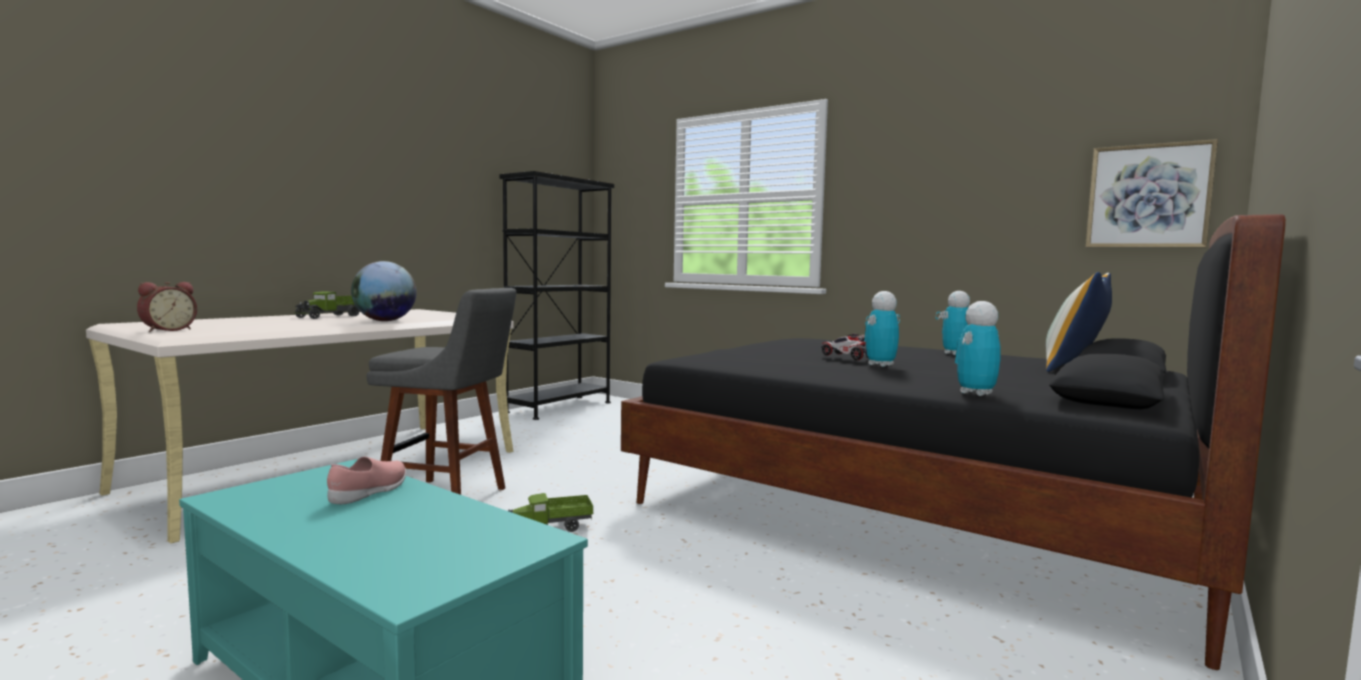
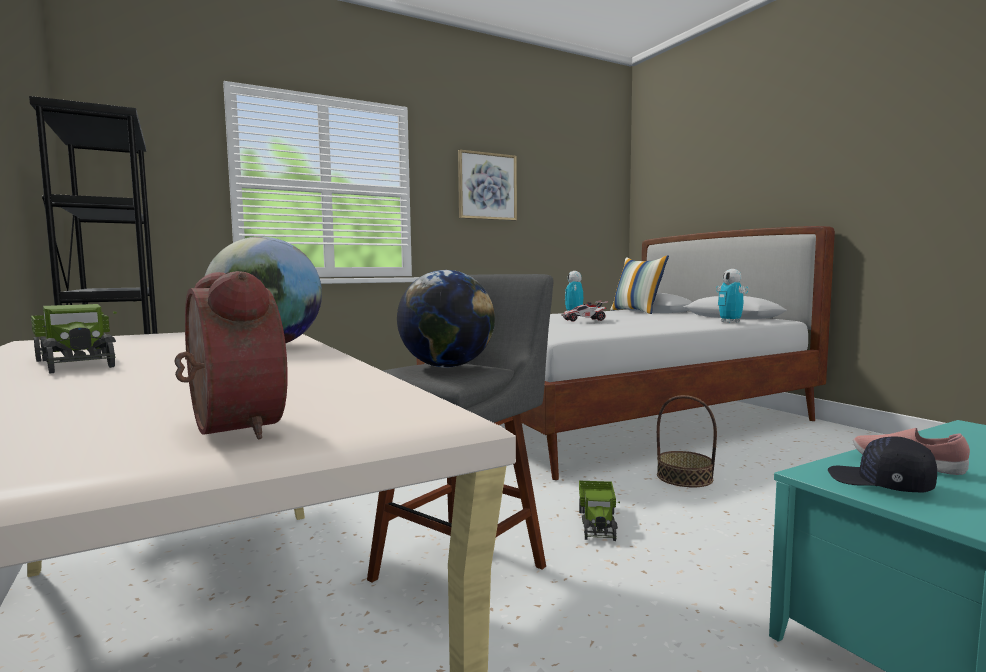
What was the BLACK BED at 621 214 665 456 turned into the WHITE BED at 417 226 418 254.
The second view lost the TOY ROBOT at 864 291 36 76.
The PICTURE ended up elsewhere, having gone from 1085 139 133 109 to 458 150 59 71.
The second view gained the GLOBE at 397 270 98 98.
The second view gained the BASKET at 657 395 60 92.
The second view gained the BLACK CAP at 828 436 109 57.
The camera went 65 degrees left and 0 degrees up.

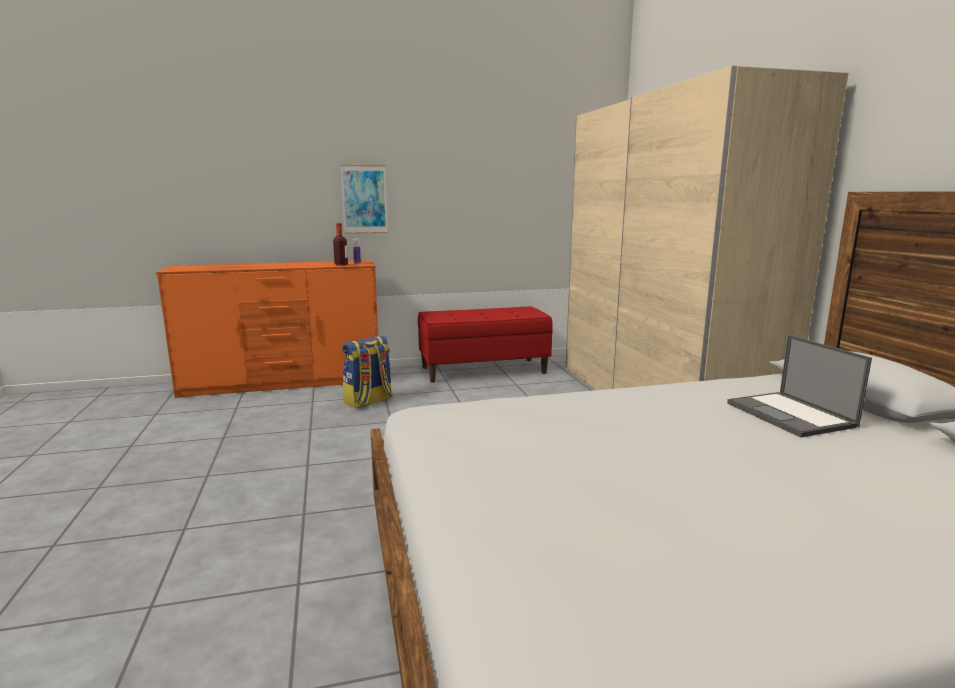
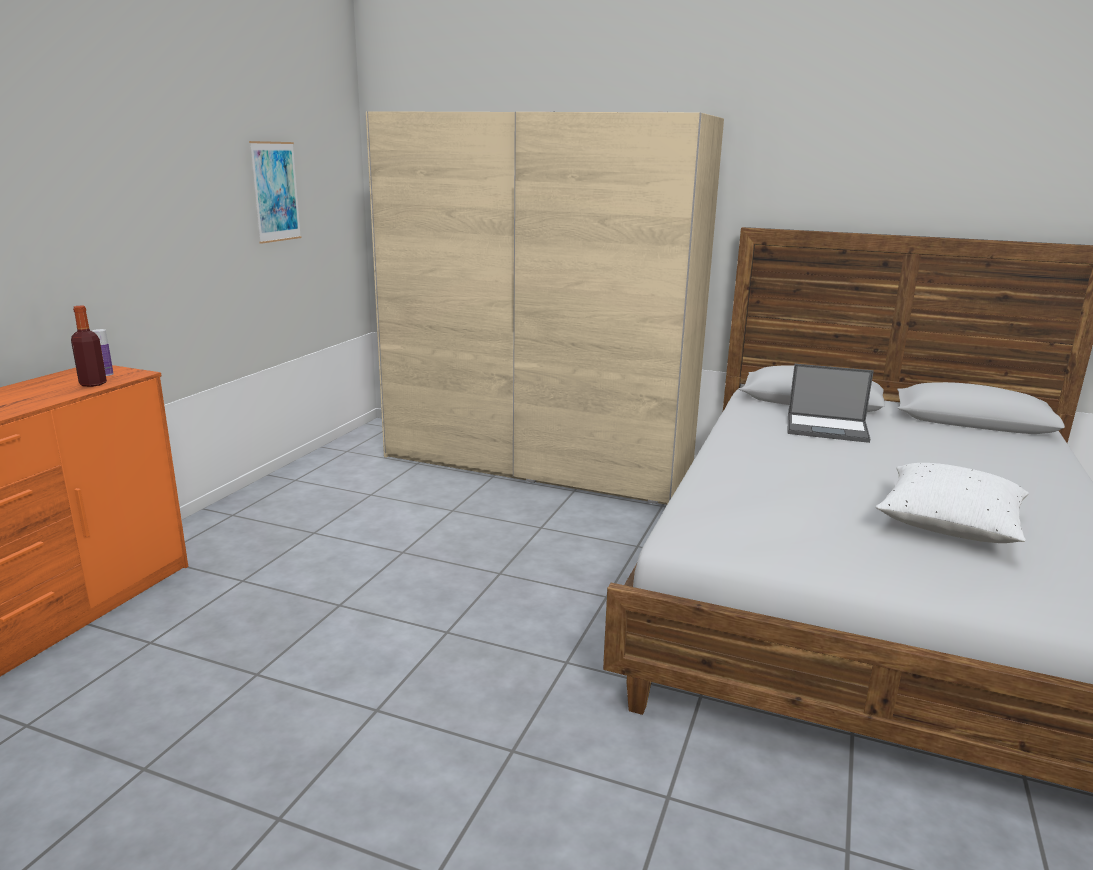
The PICTURE ended up elsewhere, having gone from 340 165 48 69 to 249 141 53 103.
The second view lost the BACKPACK at 342 336 50 72.
The second view lost the RED BENCH at 418 306 135 77.
The second view gained the WHITE PILLOW at 876 463 153 80.
The camera went 55 degrees left and 5 degrees up.

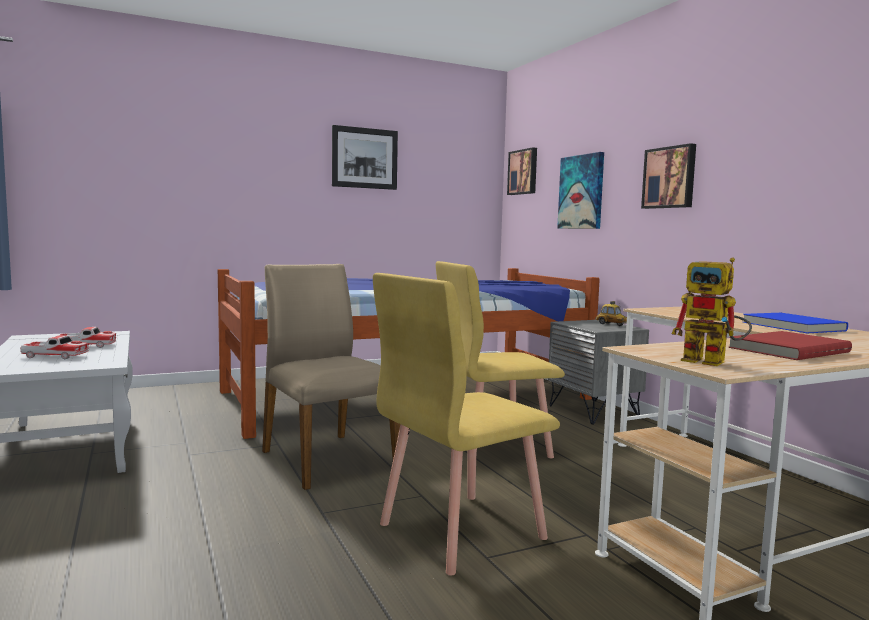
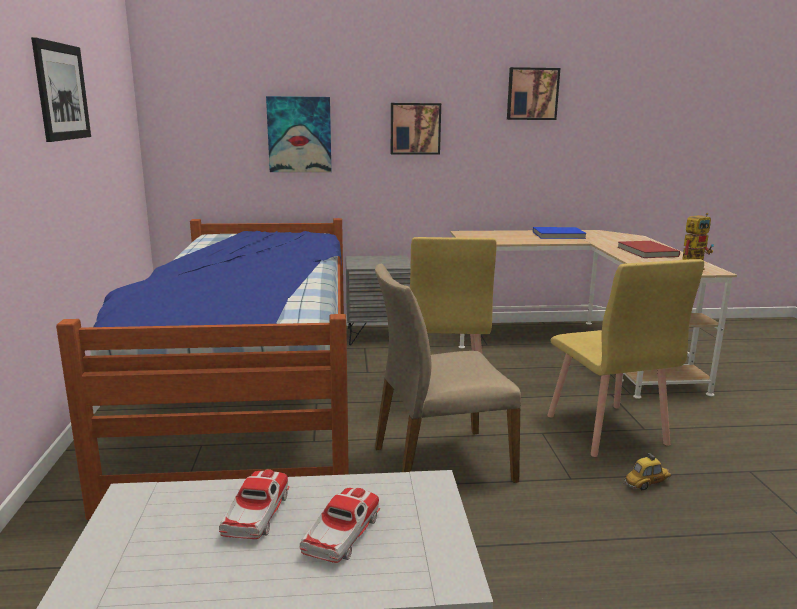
The PICTURE ended up elsewhere, having gone from 507 147 30 48 to 507 67 53 53.
The TOY CAR ended up elsewhere, having gone from 595 301 32 25 to 623 453 48 38.
The camera went 70 degrees left and 10 degrees up.

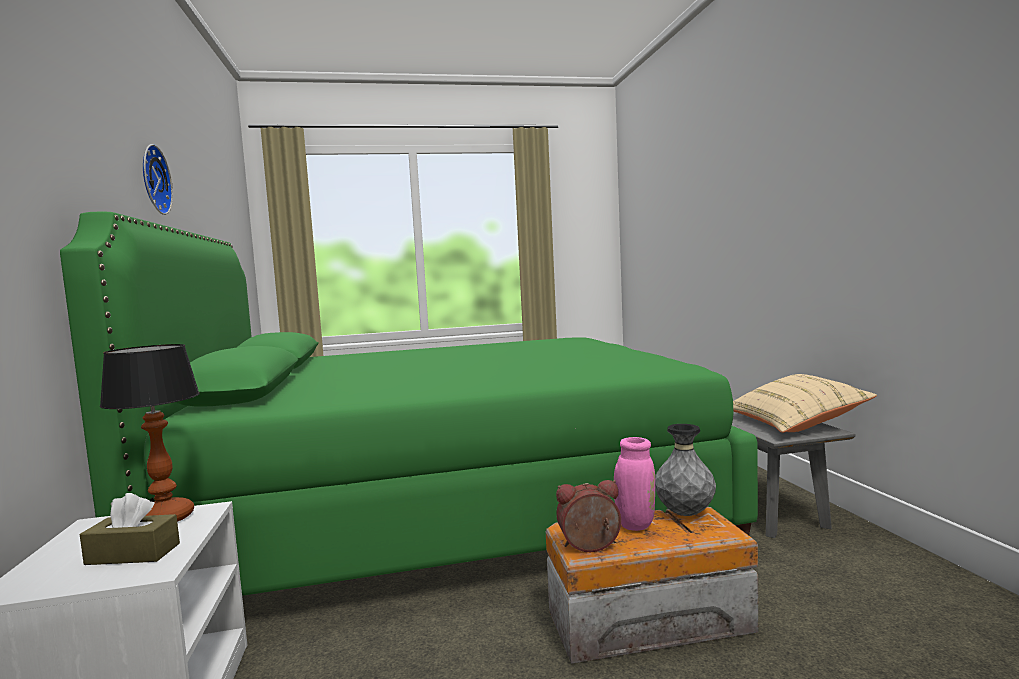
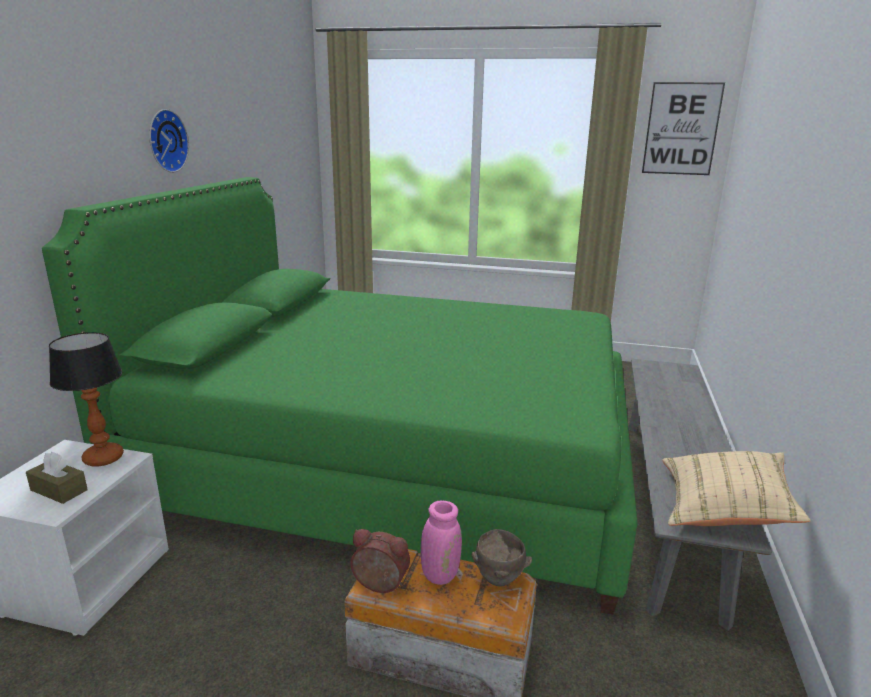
Where the GREY VASE stood at 655 424 61 92, the BROWN BOWL came to stand at 472 529 60 58.
The second view gained the PICTURE at 642 82 83 93.
The camera went 25 degrees right and 15 degrees up.

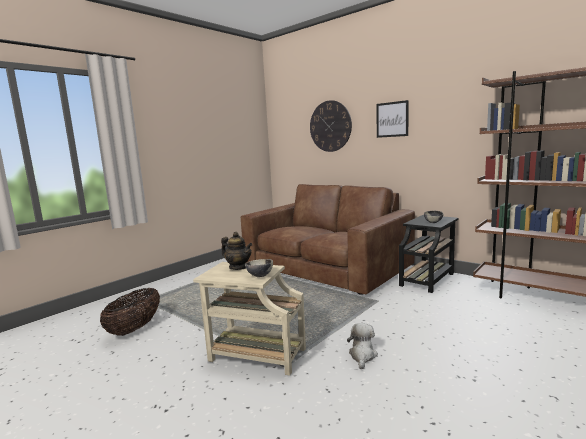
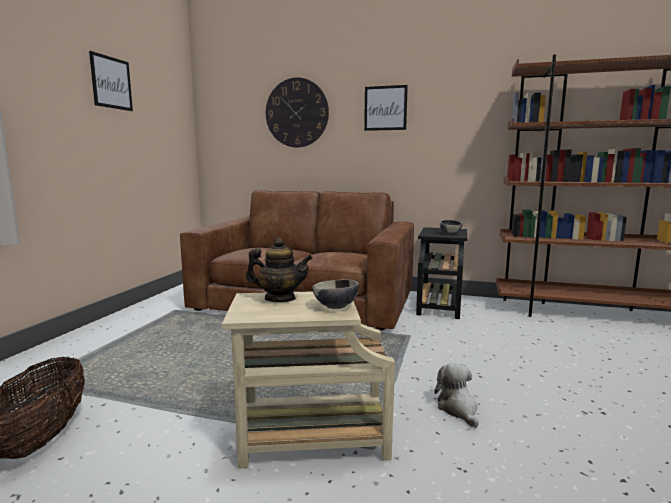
The second view gained the PICTURE at 89 51 44 60.
The camera went 25 degrees left and 0 degrees up.

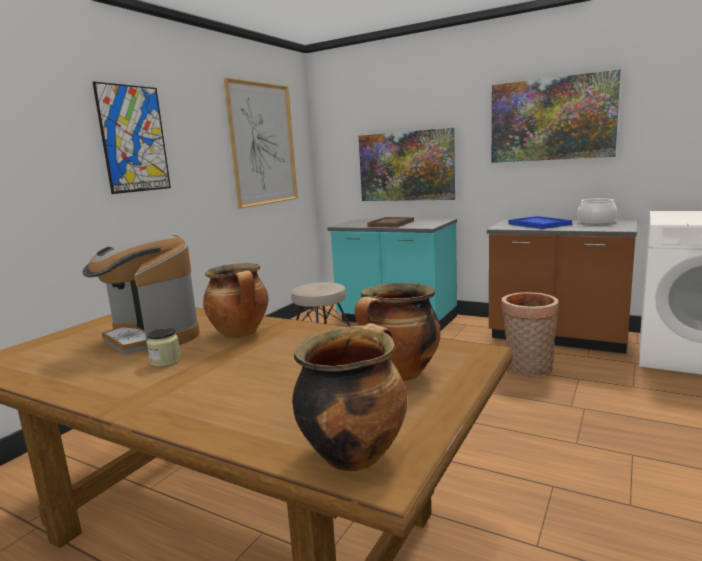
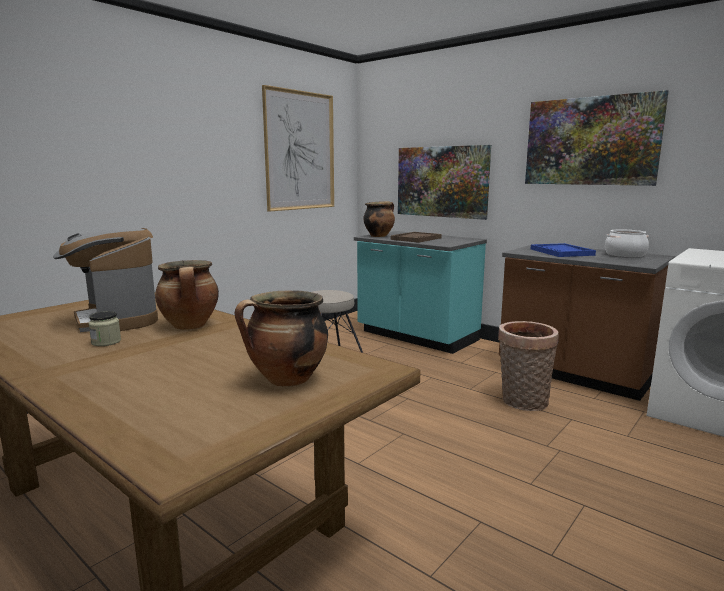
The second view lost the PICTURE at 92 82 79 112.
The COOKING POT ended up elsewhere, having gone from 292 323 115 148 to 364 201 31 36.
The camera went 10 degrees right and 0 degrees up.

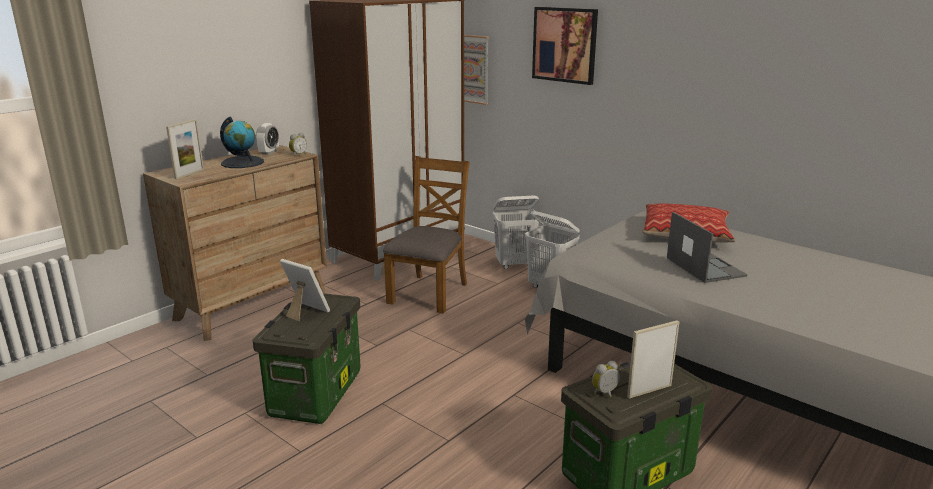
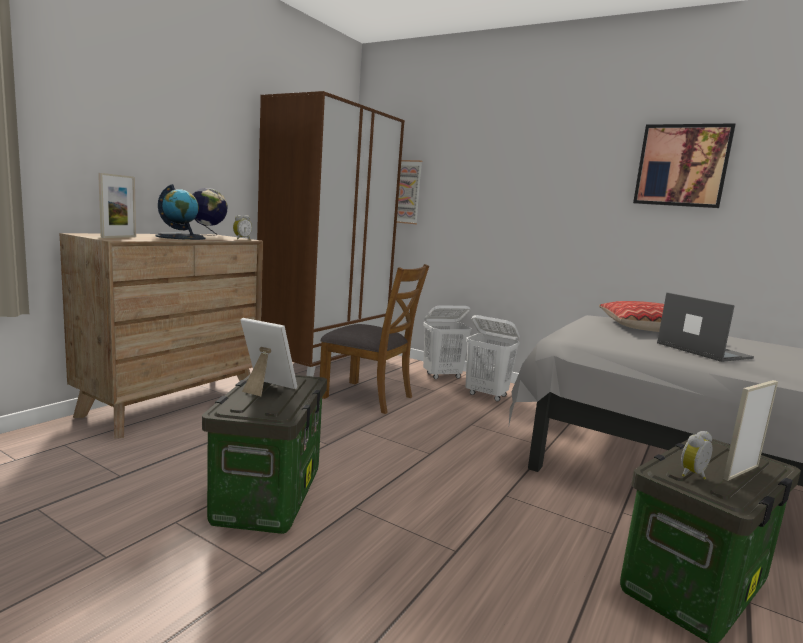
Where the ALARM CLOCK stood at 256 123 23 32, the GLOBE came to stand at 192 188 36 48.
The BROWN CHAIR at 383 156 87 158 ended up facing another way, 105 degrees clockwise from before.
The PICTURE ended up elsewhere, having gone from 532 7 66 78 to 633 123 103 85.
The camera went 10 degrees left and 10 degrees down.

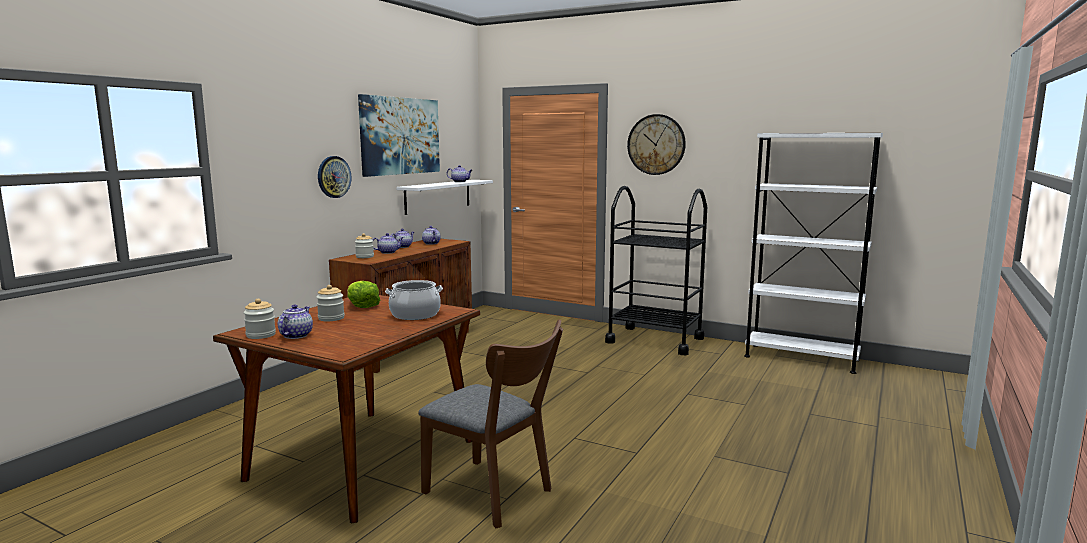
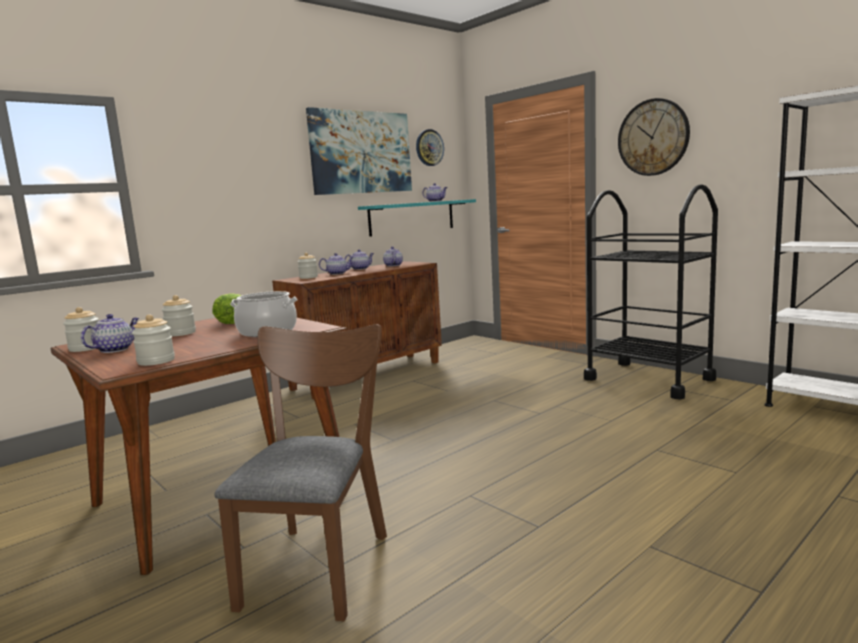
The WALL CLOCK ended up elsewhere, having gone from 318 156 33 42 to 416 129 28 37.
What was the WHITE SHELF at 396 180 97 35 turned into the TURQUOISE SHELF at 358 199 118 38.
The BROWN CHAIR at 418 319 145 209 ended up facing another way, 135 degrees counterclockwise from before.
The second view gained the JAR at 132 314 43 52.
The camera went 20 degrees right and 0 degrees up.

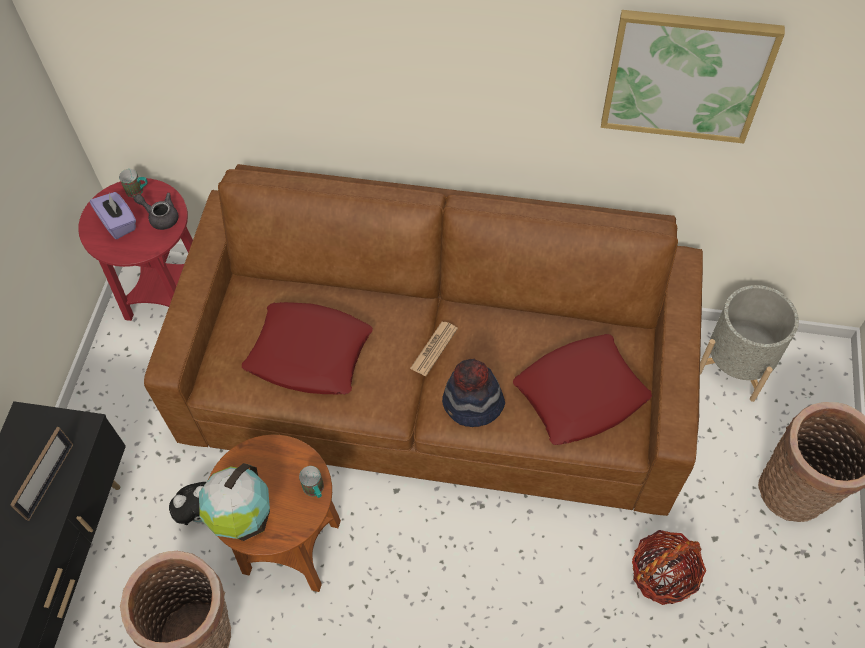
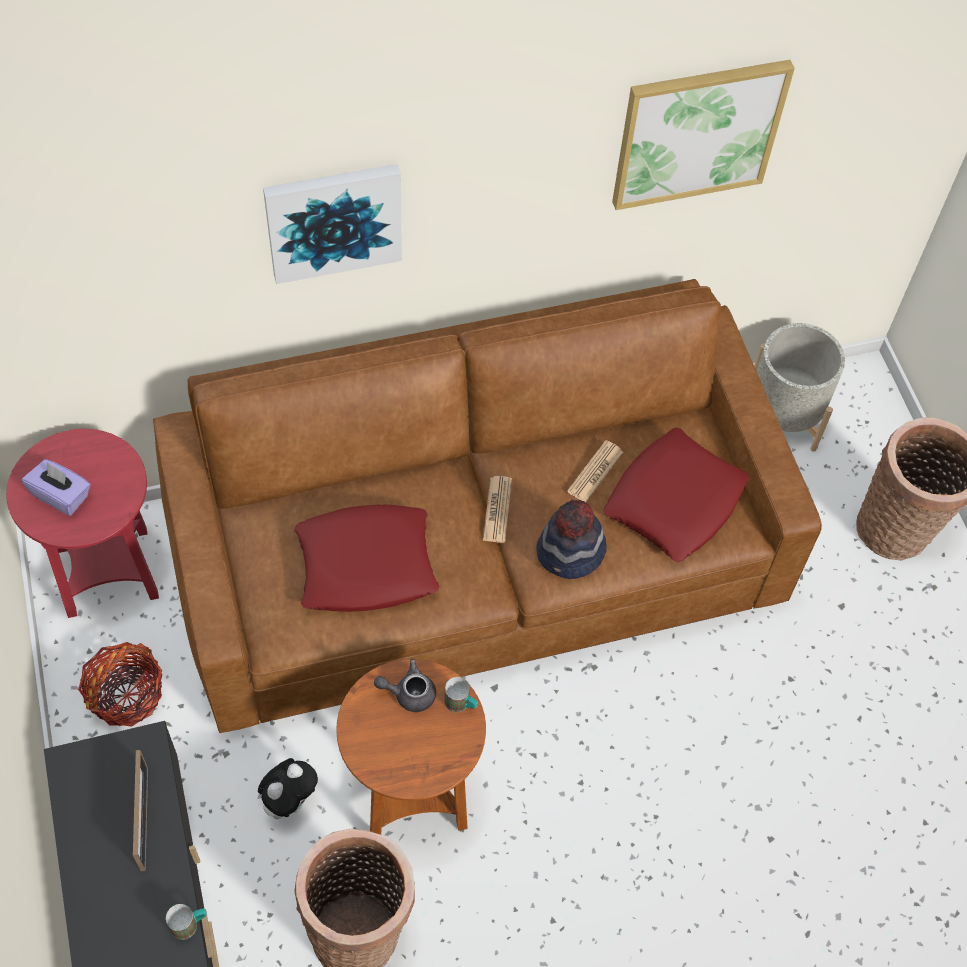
The MUG ended up elsewhere, having gone from 119 169 29 28 to 166 904 41 36.
The GREY TEAPOT ended up elsewhere, having gone from 134 193 44 37 to 374 659 62 53.
The second view lost the GLOBE at 199 463 71 78.
The BASKET ended up elsewhere, having gone from 632 530 74 75 to 78 642 85 85.
The second view gained the PICTURE at 263 164 139 120.
The second view gained the NEWSPAPER at 567 440 56 62.
The camera went 30 degrees left and 0 degrees up.

